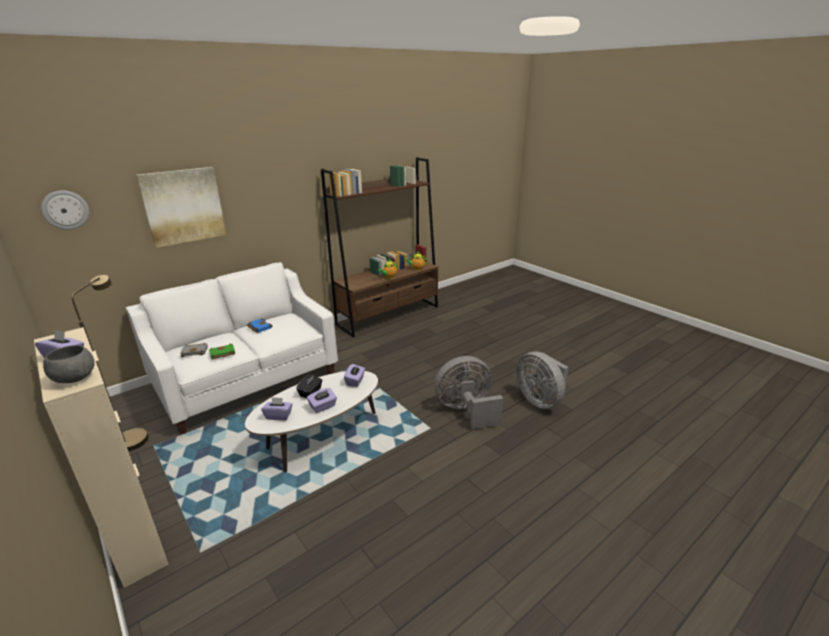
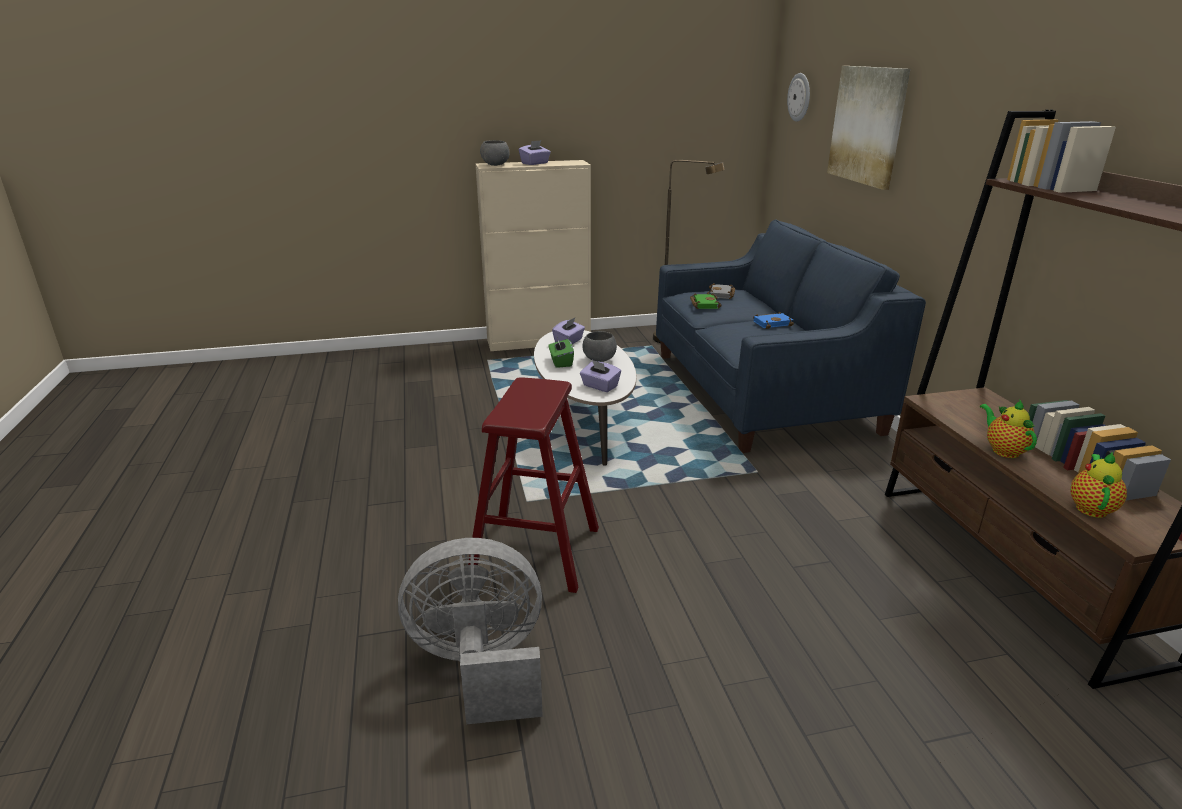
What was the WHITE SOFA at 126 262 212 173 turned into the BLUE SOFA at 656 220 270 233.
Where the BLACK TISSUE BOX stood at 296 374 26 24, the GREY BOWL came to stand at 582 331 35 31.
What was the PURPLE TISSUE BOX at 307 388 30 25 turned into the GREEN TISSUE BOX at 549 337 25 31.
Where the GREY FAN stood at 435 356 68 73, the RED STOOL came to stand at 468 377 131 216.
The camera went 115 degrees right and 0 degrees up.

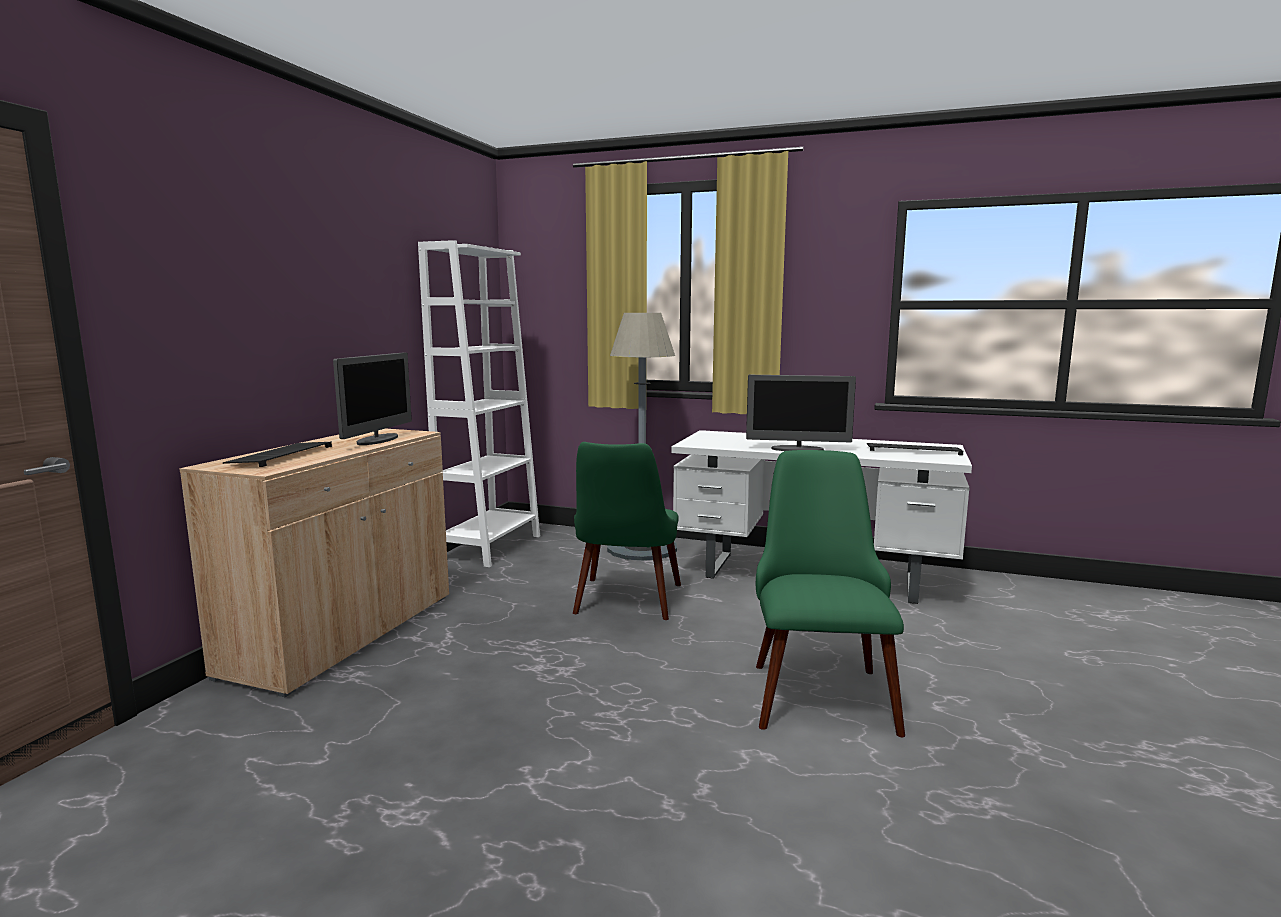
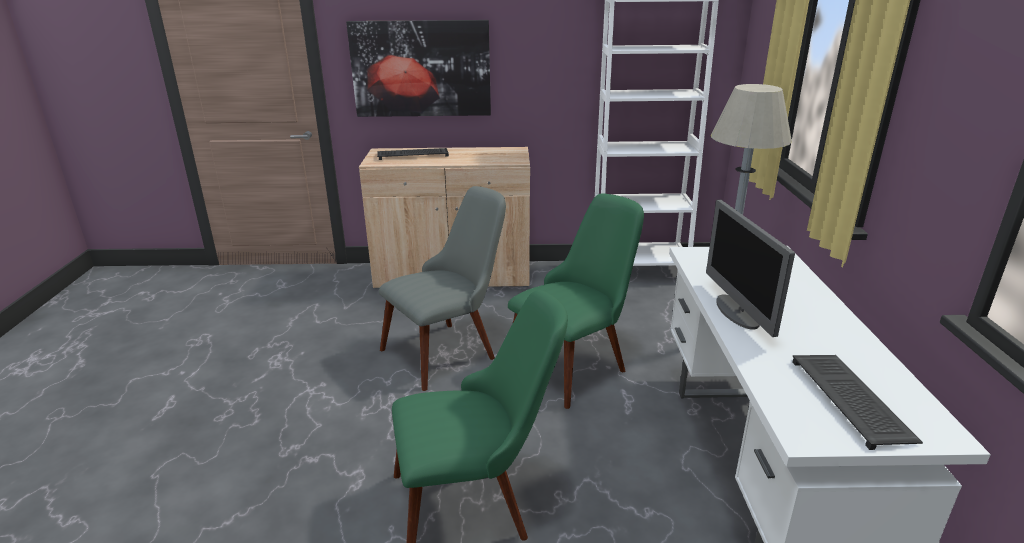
The second view lost the MONITOR at 333 353 79 92.
The GREEN CHAIR at 573 442 108 178 ended up facing another way, 150 degrees clockwise from before.
The second view gained the PICTURE at 346 20 145 97.
The second view gained the GREY CHAIR at 379 186 127 205.
The camera went 70 degrees right and 15 degrees up.

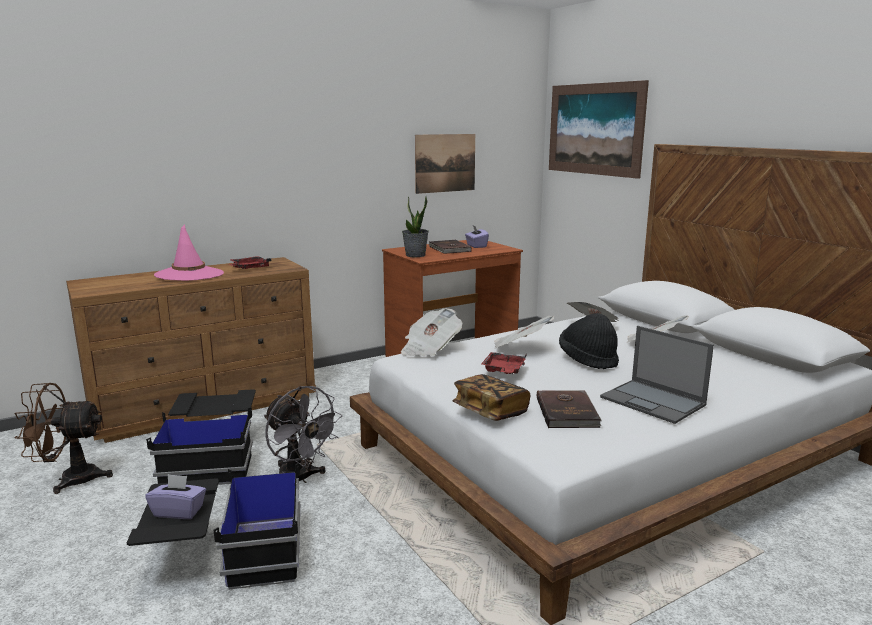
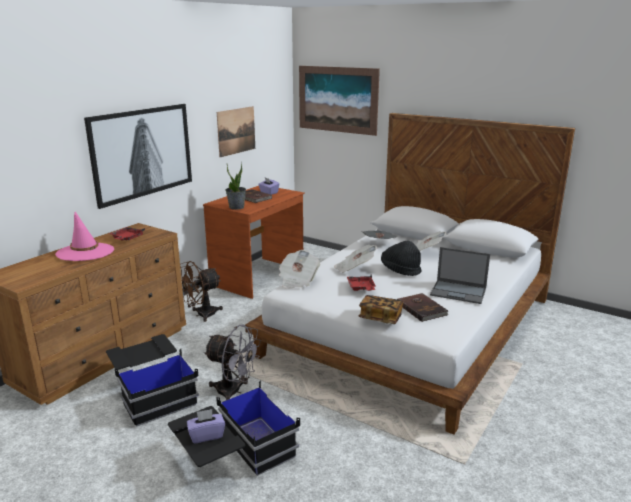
The BROWN FAN ended up elsewhere, having gone from 14 383 99 111 to 180 261 43 61.
The second view gained the PICTURE at 84 104 108 105.
The camera went 25 degrees left and 5 degrees up.

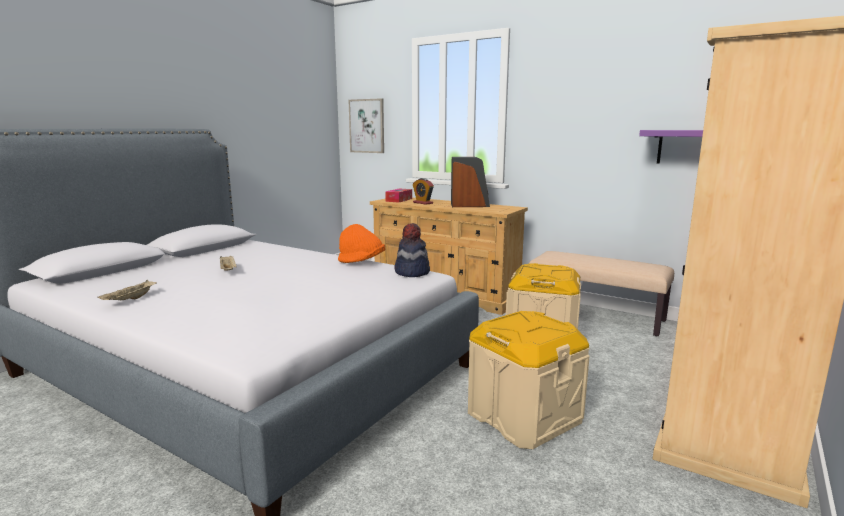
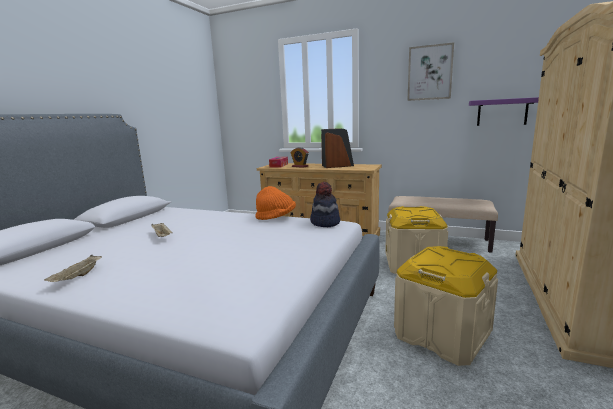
The PICTURE ended up elsewhere, having gone from 348 98 36 55 to 408 42 46 59.
The camera went 10 degrees left and 0 degrees up.

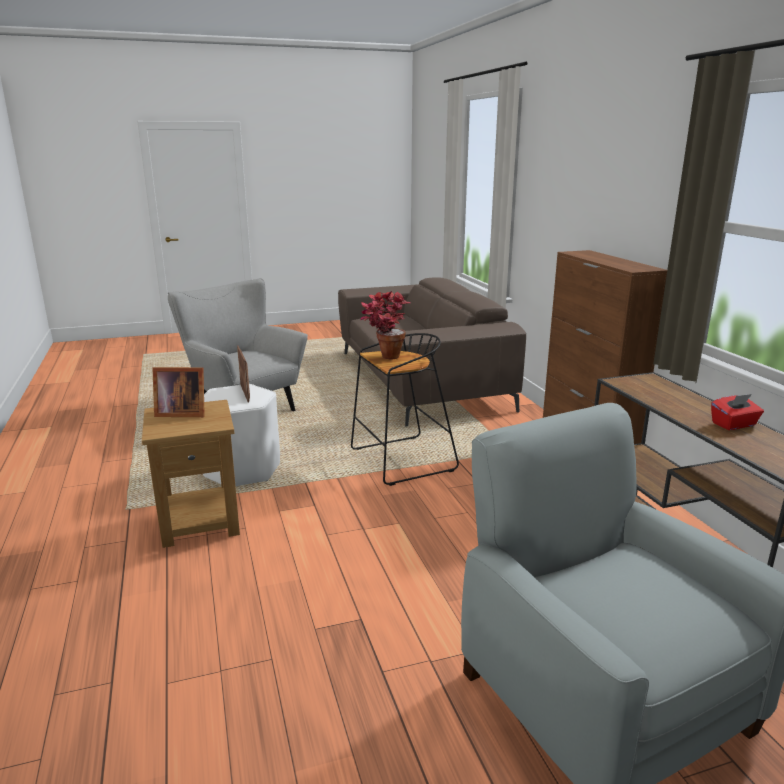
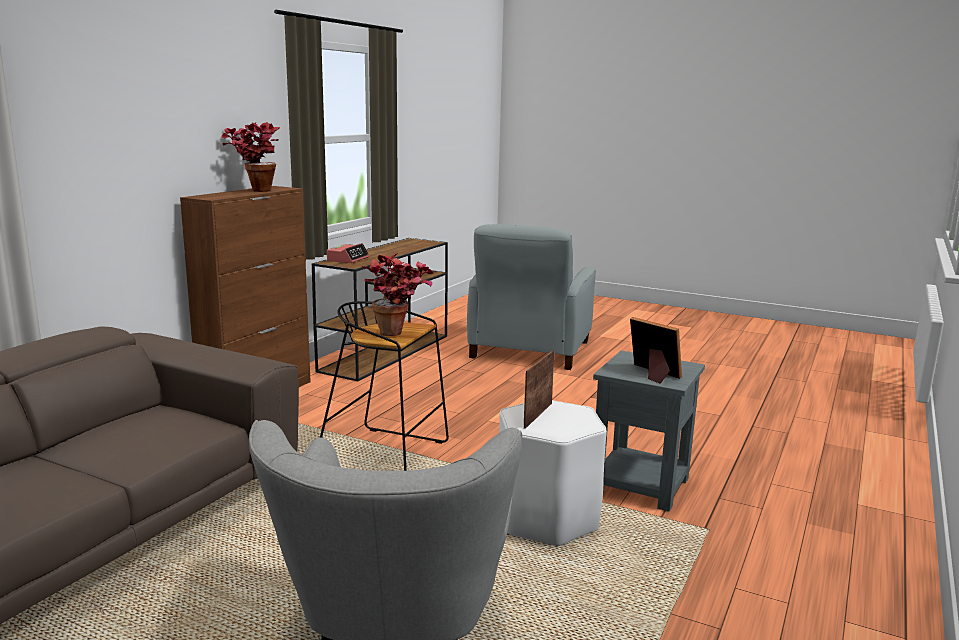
What was the BROWN SIDE TABLE at 142 400 98 148 turned into the GREY SIDE TABLE at 593 350 112 161.
The second view lost the RED TISSUE BOX at 711 394 53 36.
The second view gained the POTTED PLANT at 222 122 58 70.
The second view gained the ALARM CLOCK at 327 243 42 20.
The camera went 135 degrees left and 5 degrees down.

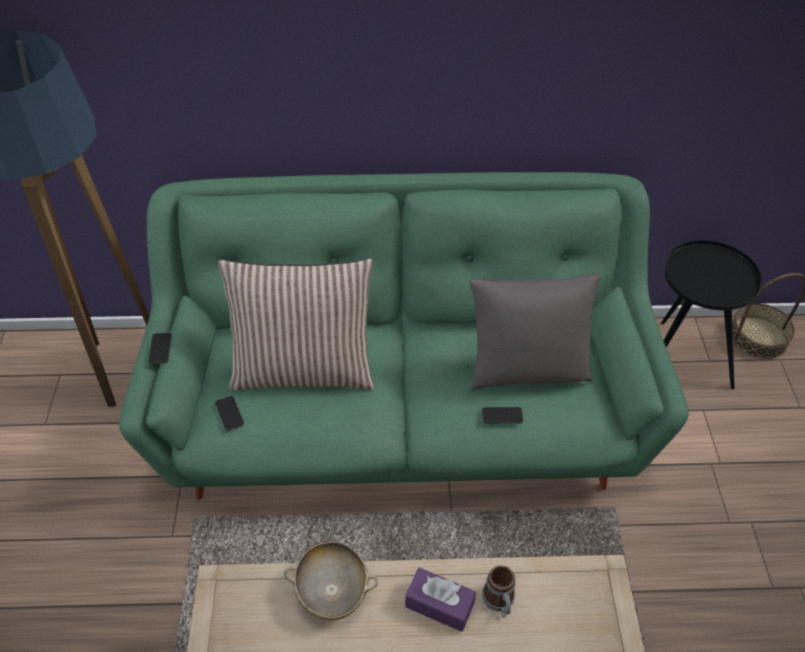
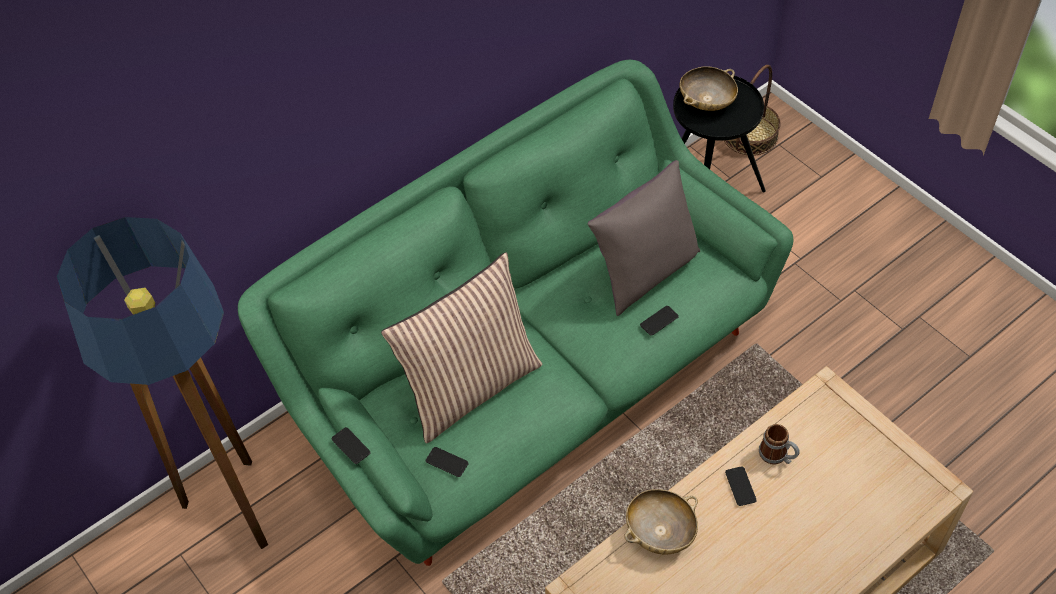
Where the PURPLE TISSUE BOX stood at 405 567 71 65, the PHONE came to stand at 725 467 32 39.
The second view gained the BEIGE BOWL at 680 66 58 45.
The camera went 35 degrees left and 5 degrees up.

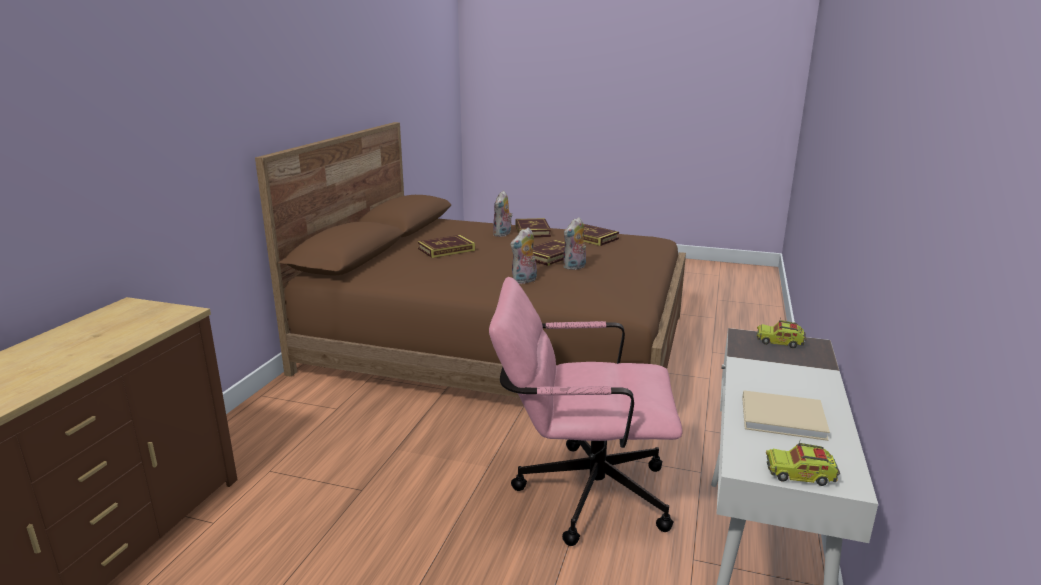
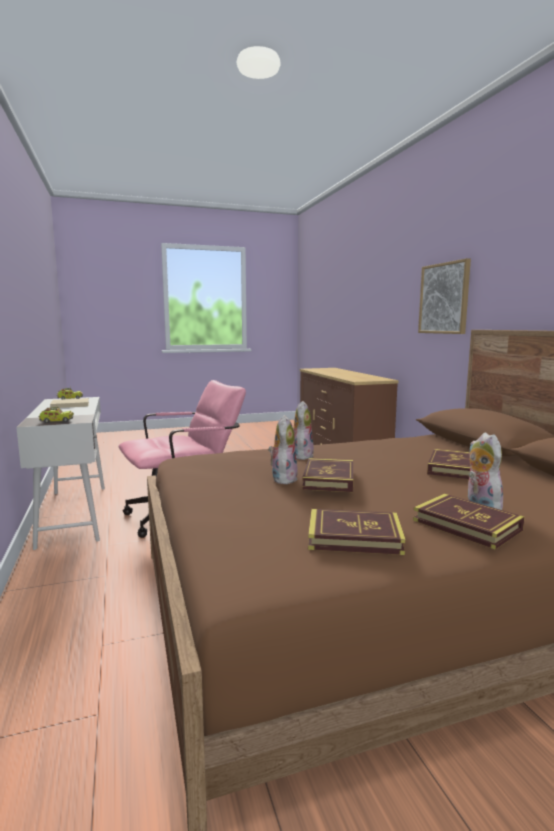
The second view gained the PICTURE at 418 258 53 76.
The camera went 145 degrees right and 10 degrees down.

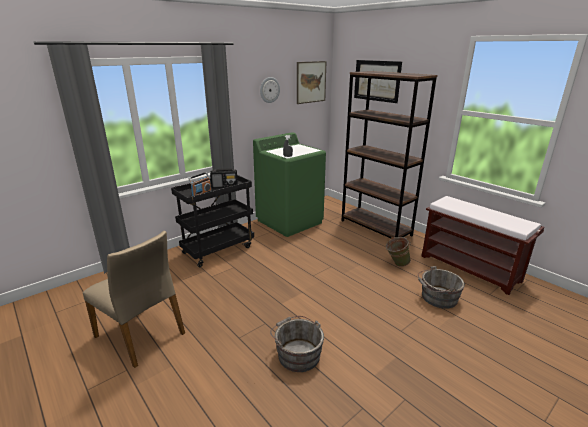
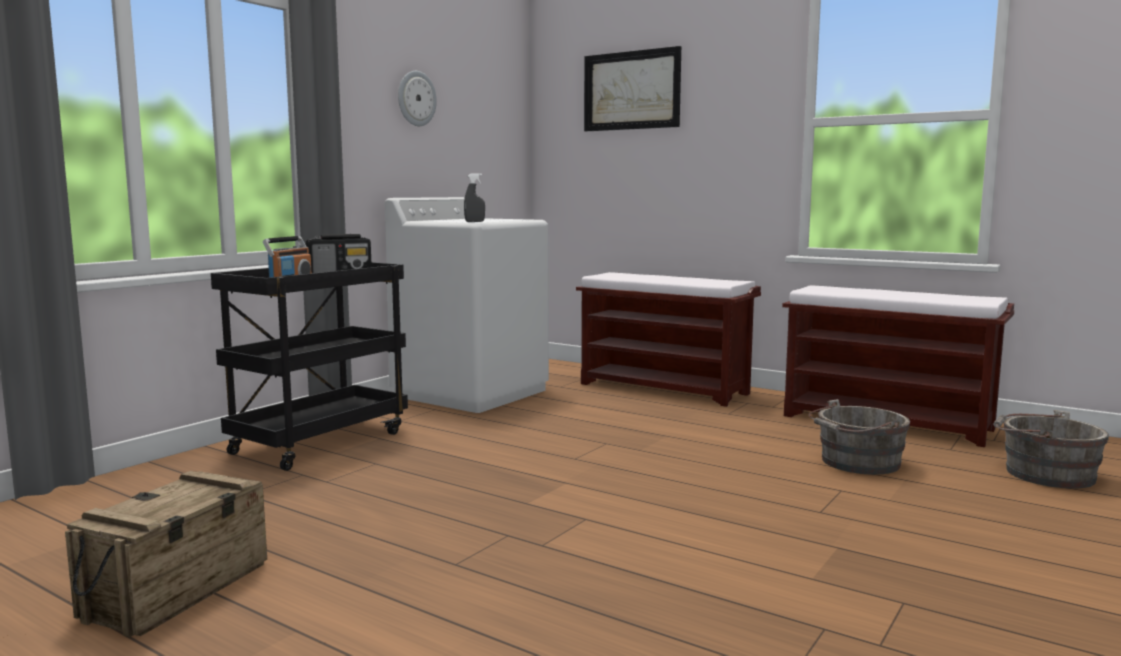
Where the BEIGE CHAIR stood at 83 231 102 137, the CRATE came to stand at 65 471 202 166.
What was the GREEN WASHING MACHINE at 253 132 73 105 turned into the WHITE WASHING MACHINE at 385 197 164 216.
The GREY BUCKET ended up elsewhere, having gone from 270 316 54 56 to 993 410 116 79.
The second view lost the PICTURE at 297 61 29 43.
Where the BROWN BOOKCASE stood at 341 71 97 167, the BROWN BENCH came to stand at 576 272 185 135.
The second view lost the GREEN BUCKET at 385 237 26 30.
The camera went 15 degrees left and 15 degrees down.

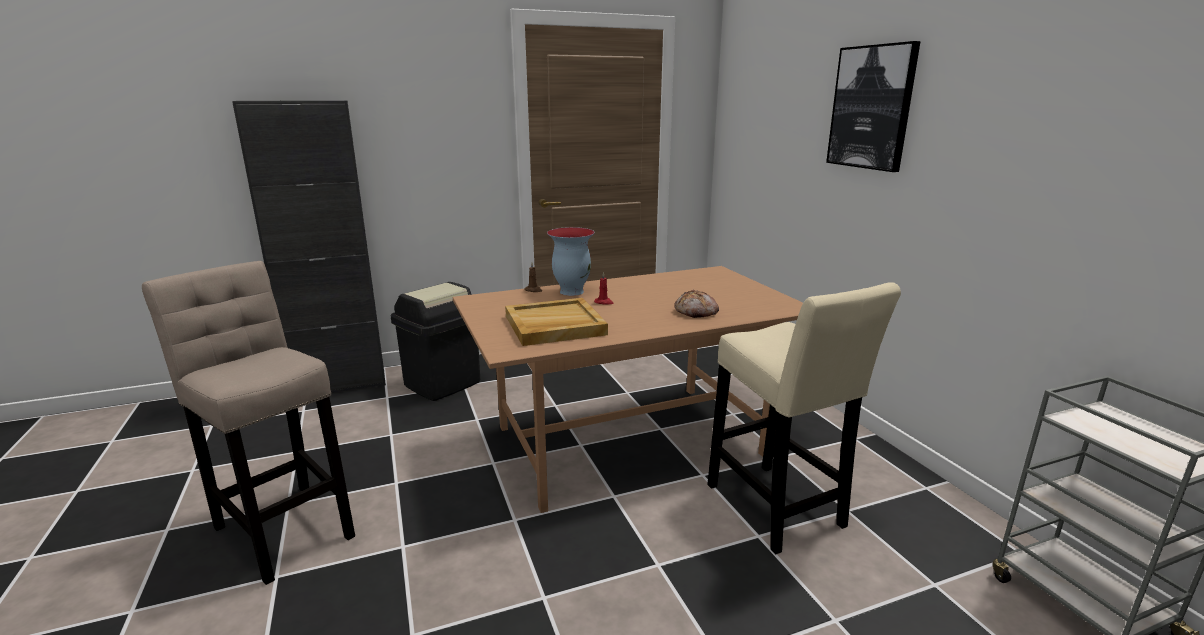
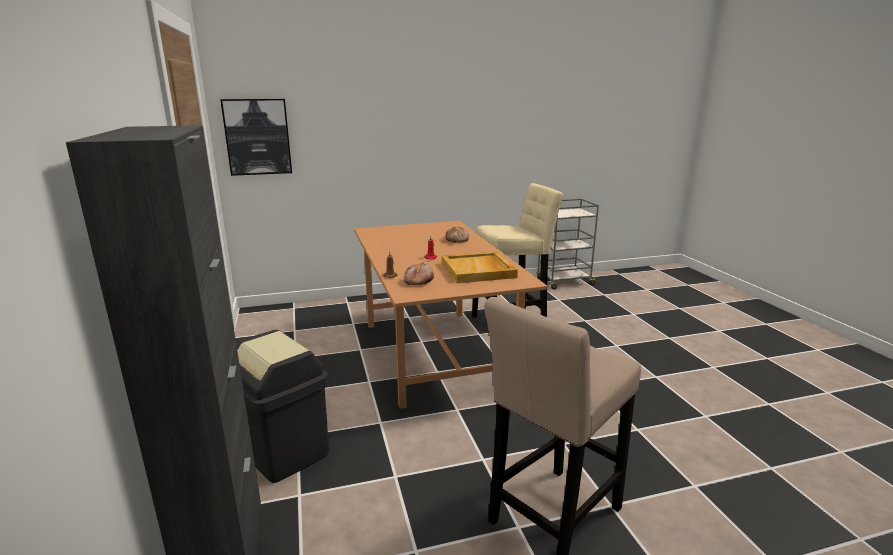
The second view lost the VASE at 547 227 48 69.
The PICTURE ended up elsewhere, having gone from 826 41 95 131 to 220 99 72 77.
The second view gained the BREAD at 404 263 30 22.
The camera went 85 degrees left and 0 degrees up.

